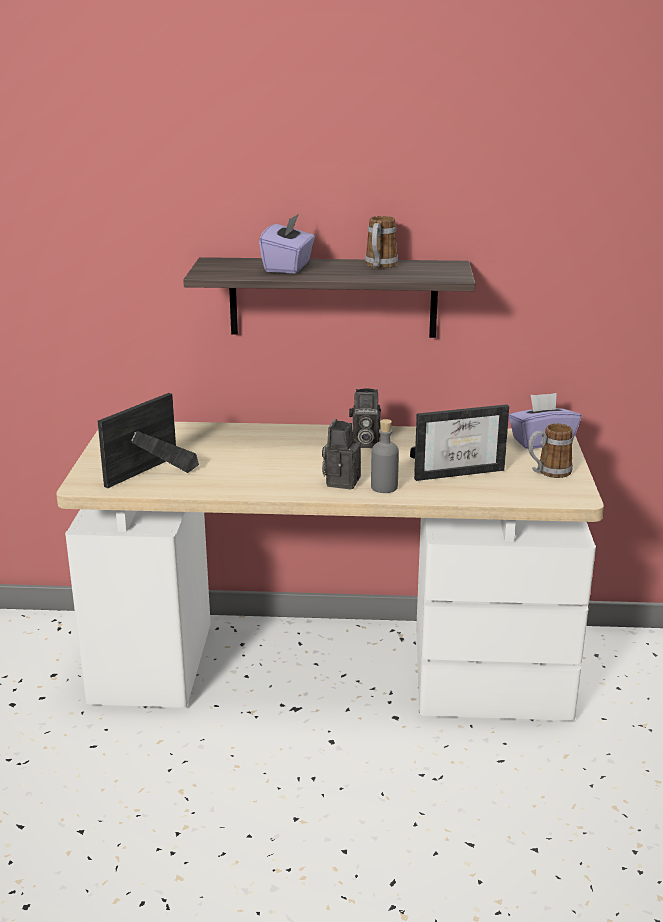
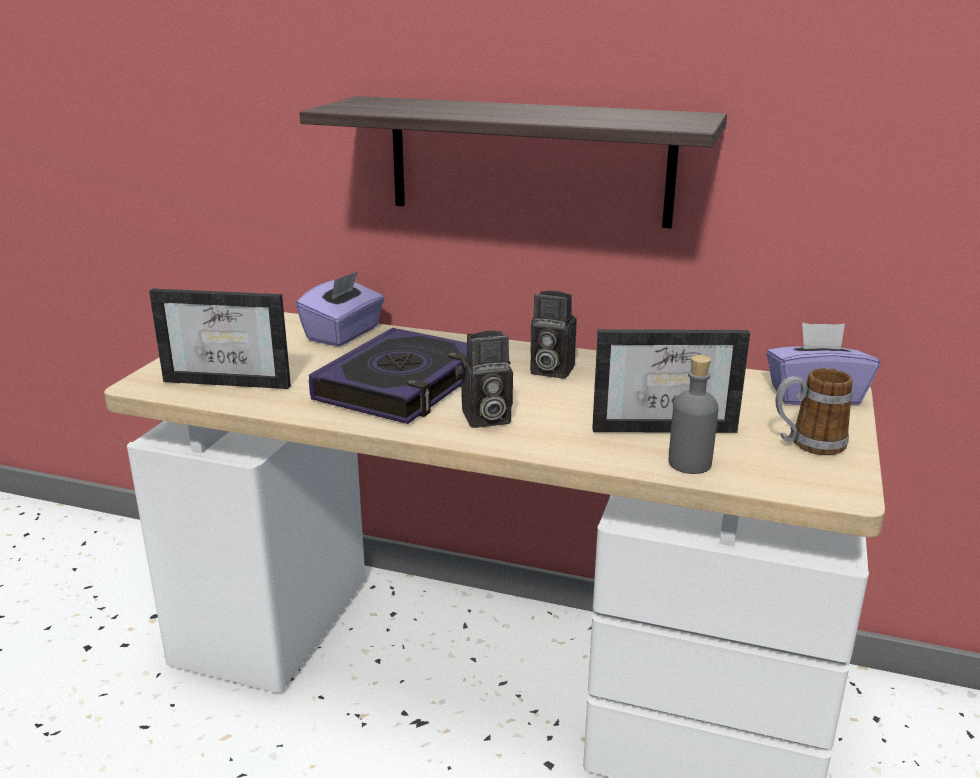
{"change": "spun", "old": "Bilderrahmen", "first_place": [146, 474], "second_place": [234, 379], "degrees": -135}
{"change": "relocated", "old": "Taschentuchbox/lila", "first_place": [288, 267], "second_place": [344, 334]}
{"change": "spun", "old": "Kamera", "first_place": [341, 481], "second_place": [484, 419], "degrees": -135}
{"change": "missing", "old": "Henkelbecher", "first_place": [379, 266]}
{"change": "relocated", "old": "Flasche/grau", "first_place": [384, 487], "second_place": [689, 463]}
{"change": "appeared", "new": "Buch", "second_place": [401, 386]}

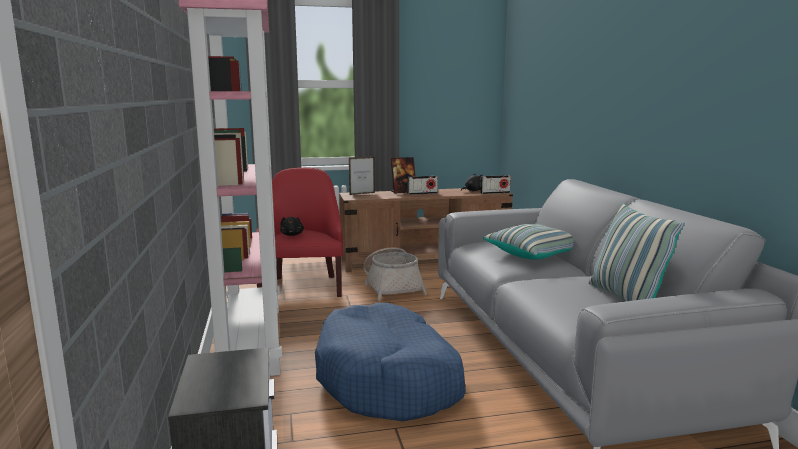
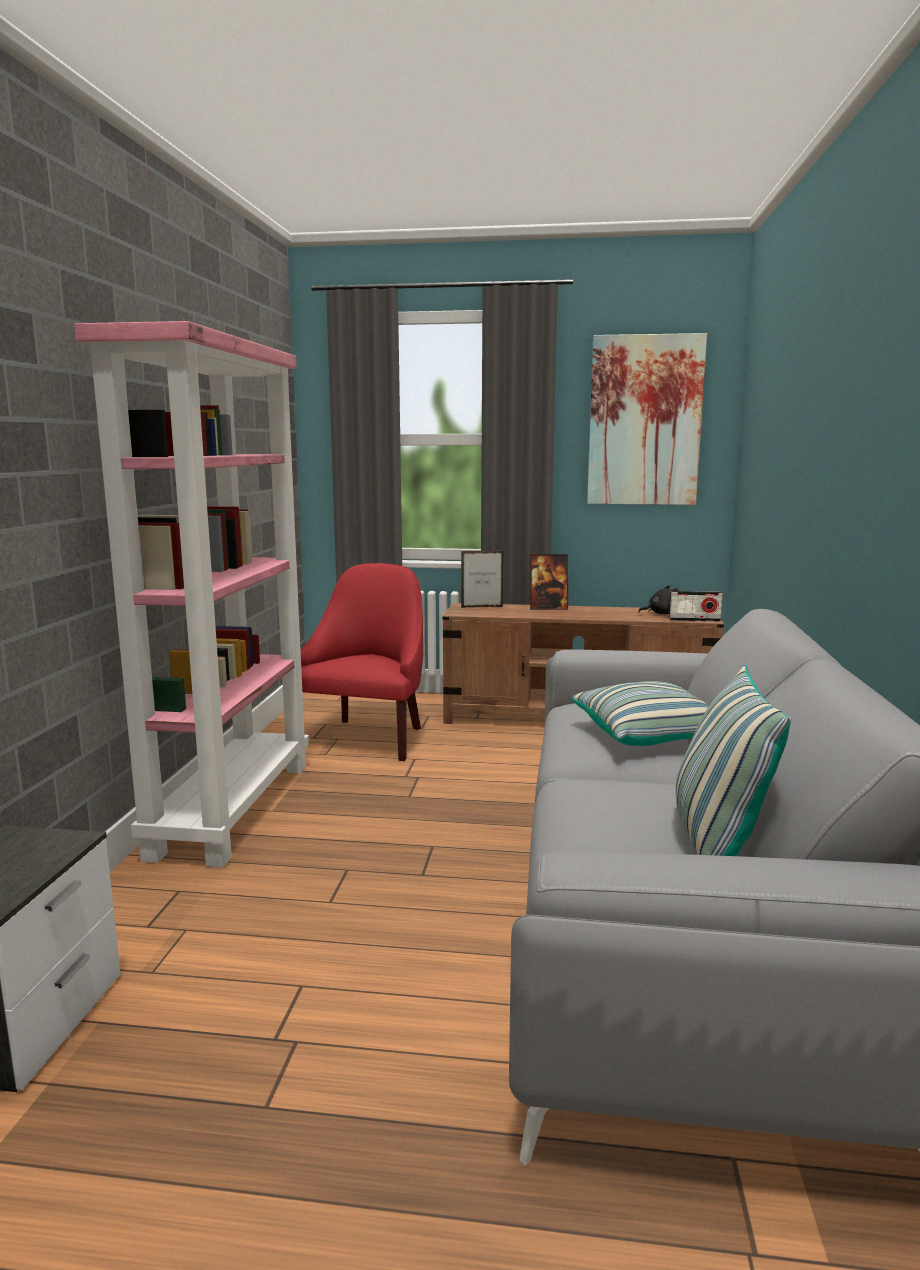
{"change": "missing", "old": "Plüschtier/schwarz", "first_place": [292, 235]}
{"change": "missing", "old": "Hundebett/blau", "first_place": [389, 380]}
{"change": "missing", "old": "Korb", "first_place": [392, 287]}
{"change": "missing", "old": "Radio", "first_place": [422, 193]}
{"change": "appeared", "new": "Bild", "second_place": [644, 421]}

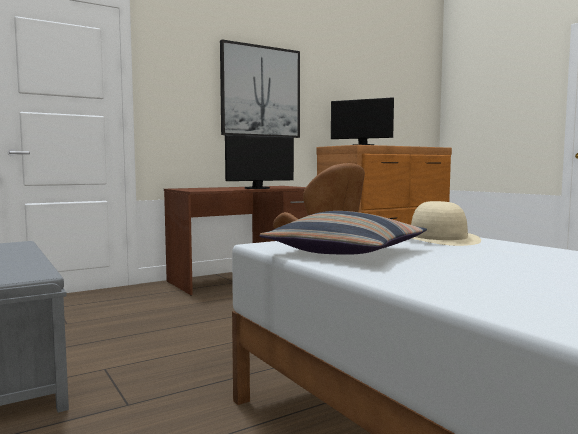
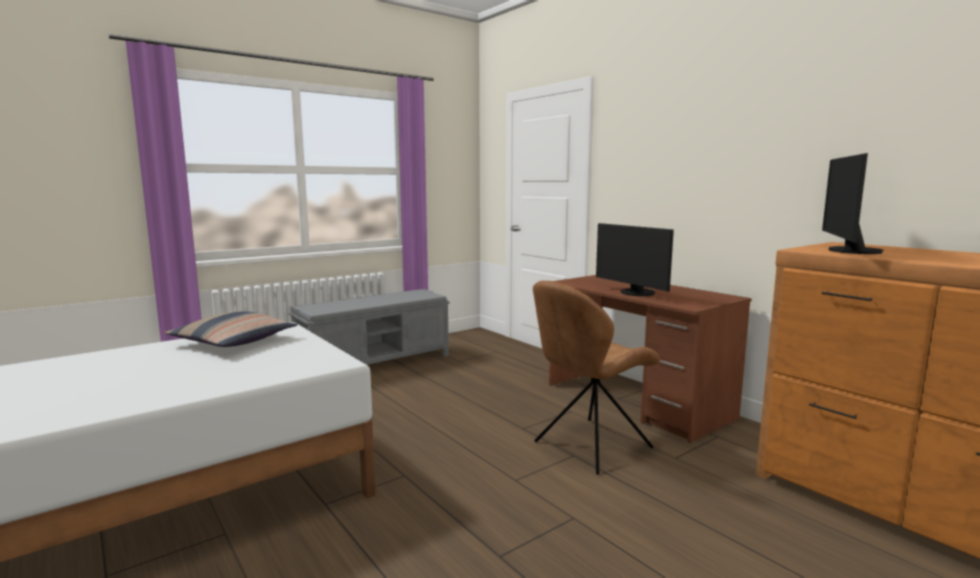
{"change": "missing", "old": "Bild", "first_place": [260, 91]}
{"change": "missing", "old": "Hut/beige", "first_place": [438, 239]}

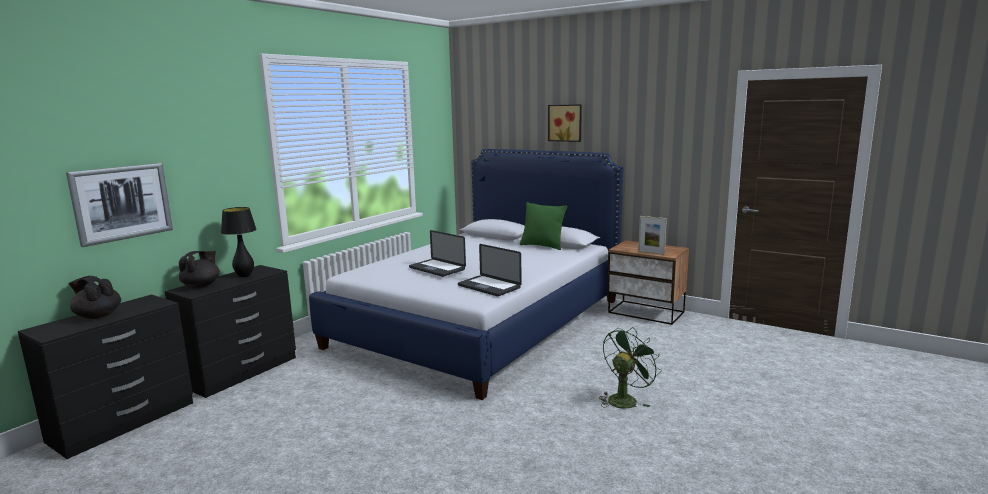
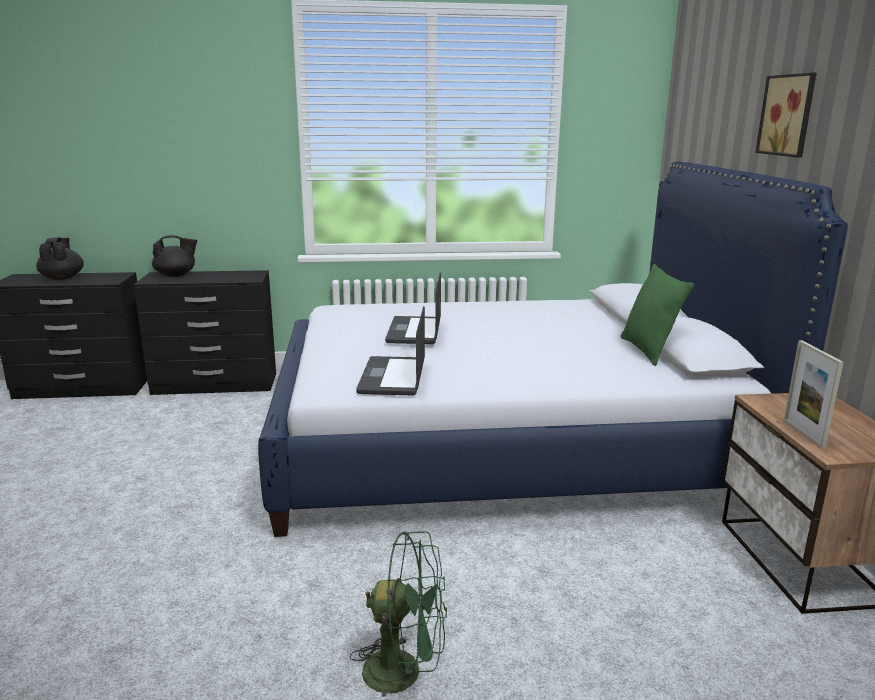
{"change": "missing", "old": "Bild", "first_place": [122, 203]}
{"change": "missing", "old": "Tischlampe/schwarz", "first_place": [244, 276]}

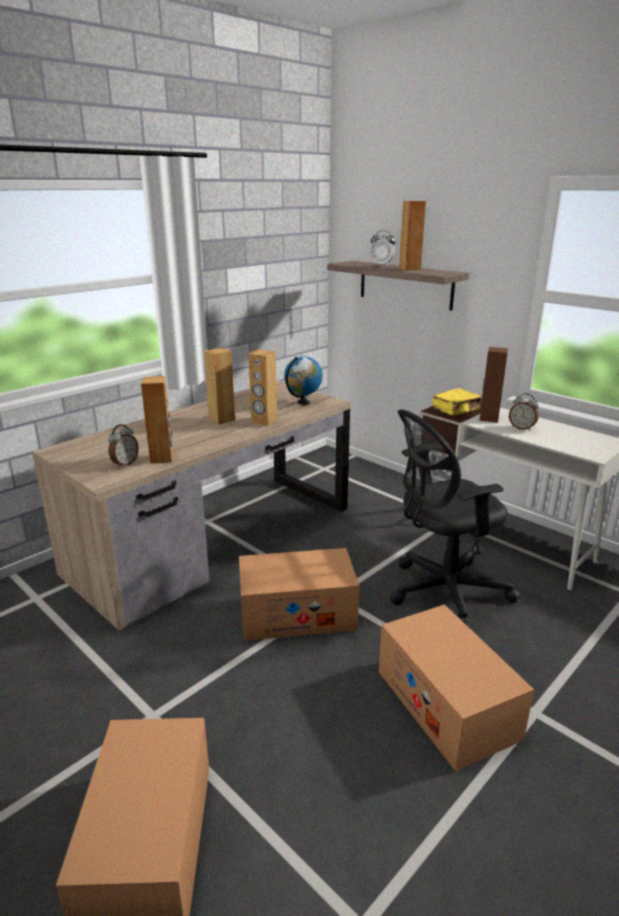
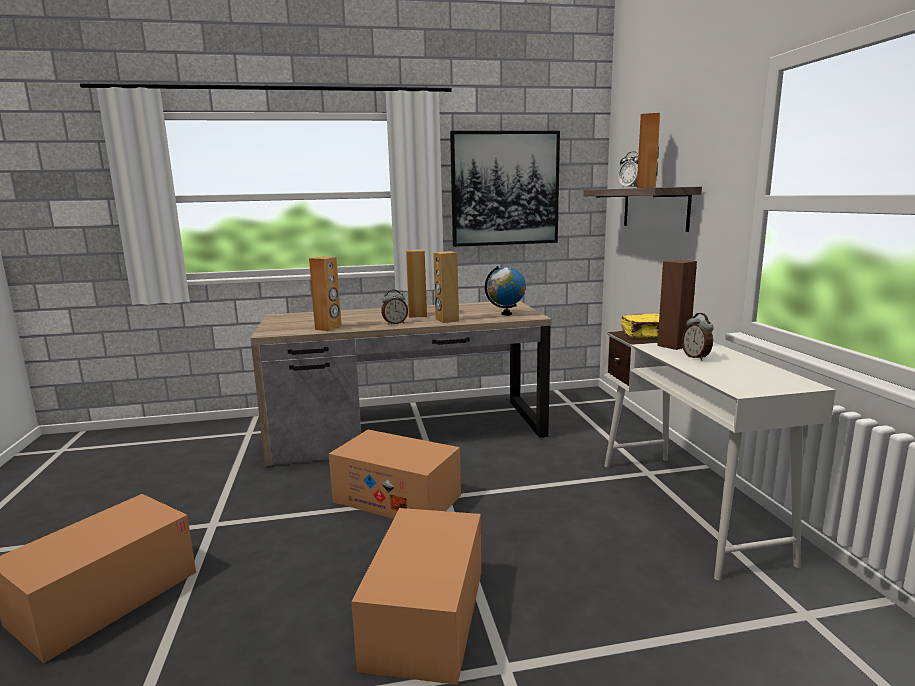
{"change": "relocated", "old": "Wecker", "first_place": [124, 463], "second_place": [395, 323]}
{"change": "missing", "old": "Bürostuhl/schwarz", "first_place": [442, 591]}
{"change": "appeared", "new": "Bild", "second_place": [505, 189]}

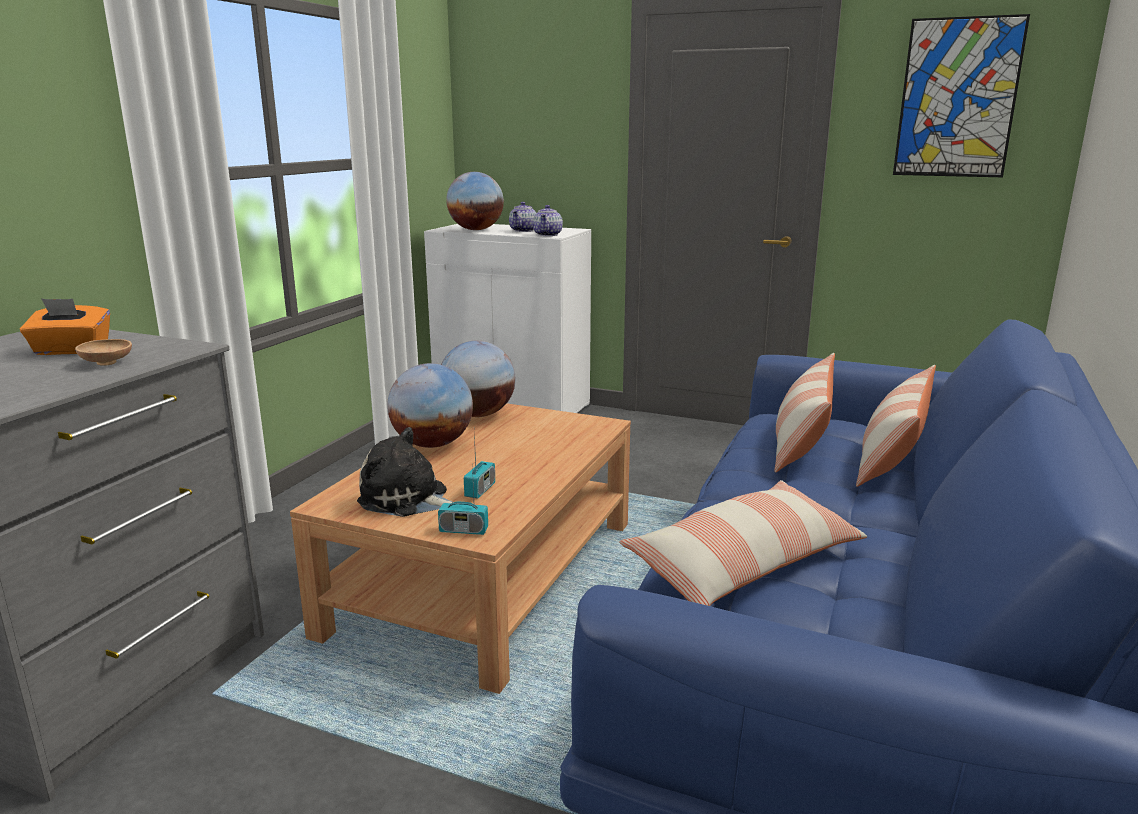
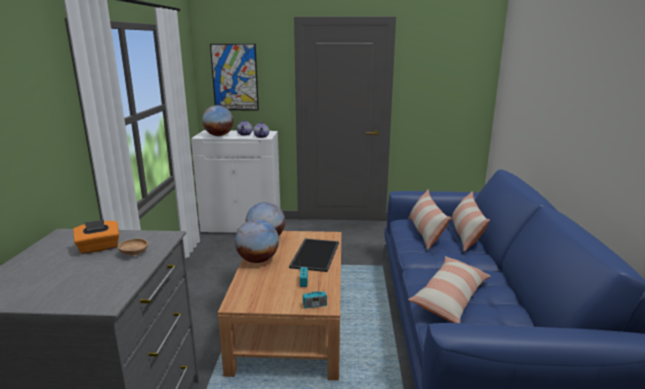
{"change": "missing", "old": "Plüschtier", "first_place": [407, 499]}
{"change": "relocated", "old": "Bild", "first_place": [957, 98], "second_place": [235, 77]}
{"change": "appeared", "new": "Tablett", "second_place": [314, 254]}

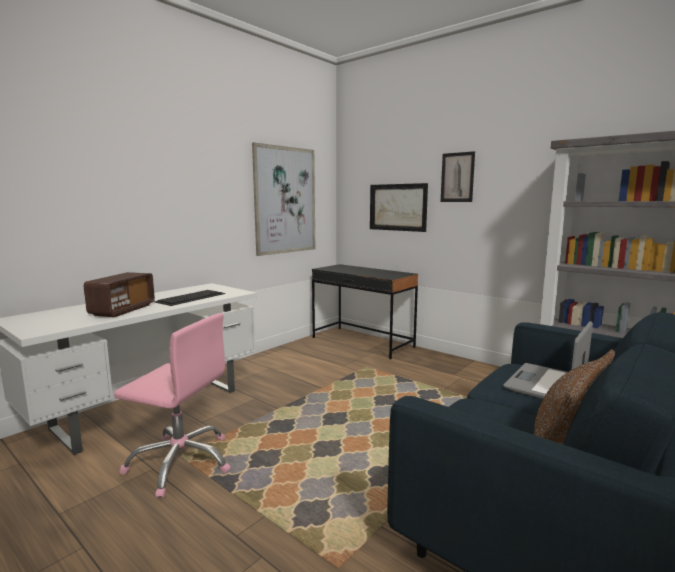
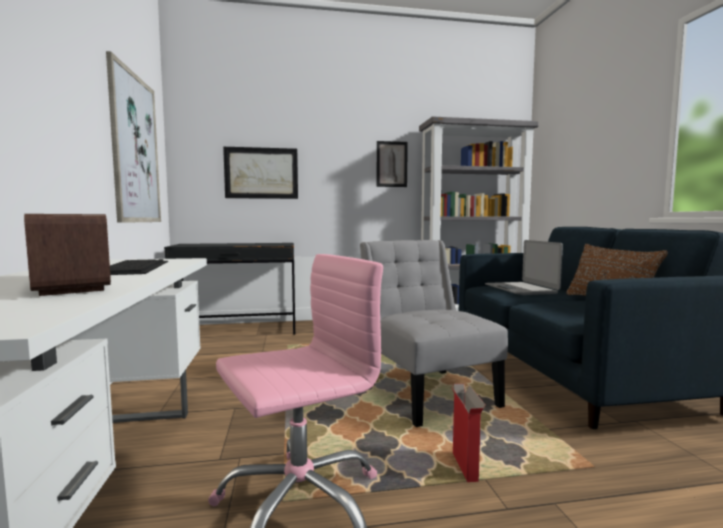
{"change": "relocated", "old": "Bild", "first_place": [457, 177], "second_place": [391, 164]}
{"change": "appeared", "new": "Stuhl/grau", "second_place": [427, 392]}
{"change": "appeared", "new": "Karton", "second_place": [465, 468]}

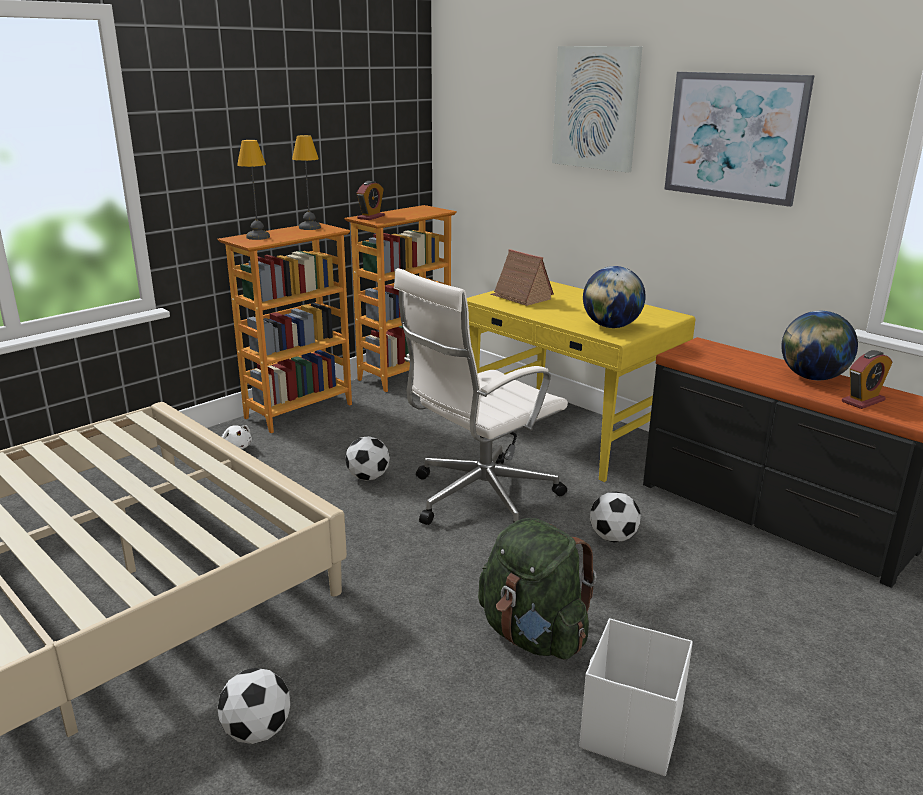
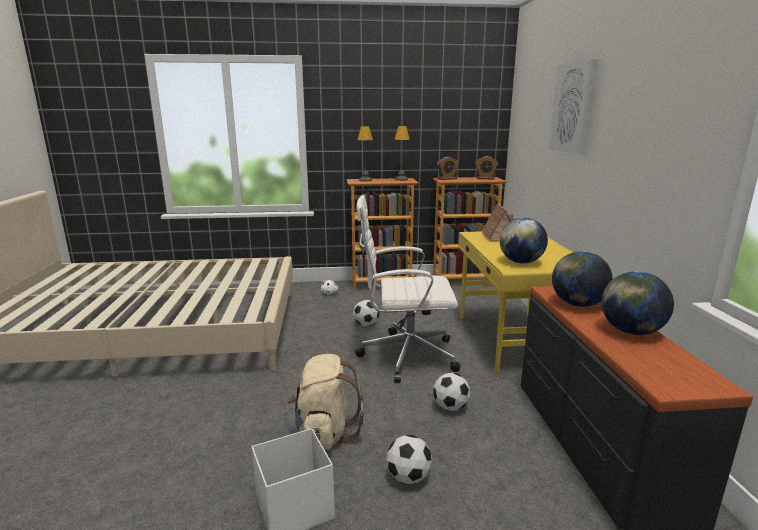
{"change": "relocated", "old": "Fußball", "first_place": [257, 731], "second_place": [408, 477]}
{"change": "colour", "old": "Rucksack/grün", "new": "Rucksack/beige", "first_place": [533, 635], "second_place": [324, 433]}
{"change": "missing", "old": "Bild", "first_place": [734, 137]}
{"change": "relocated", "old": "Wecker", "first_place": [863, 401], "second_place": [485, 178]}
{"change": "appeared", "new": "Globus", "second_place": [577, 304]}

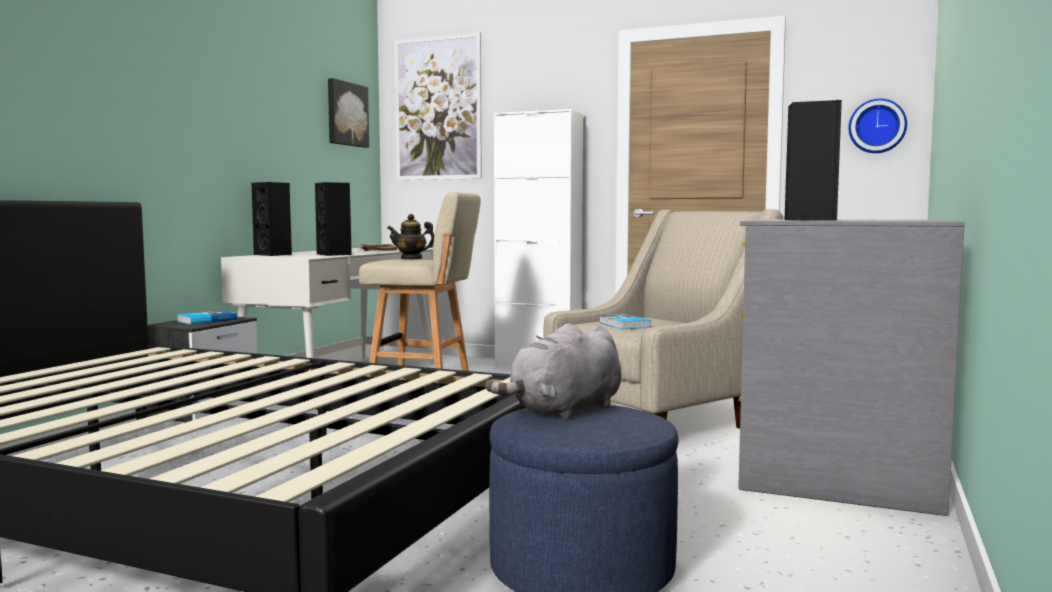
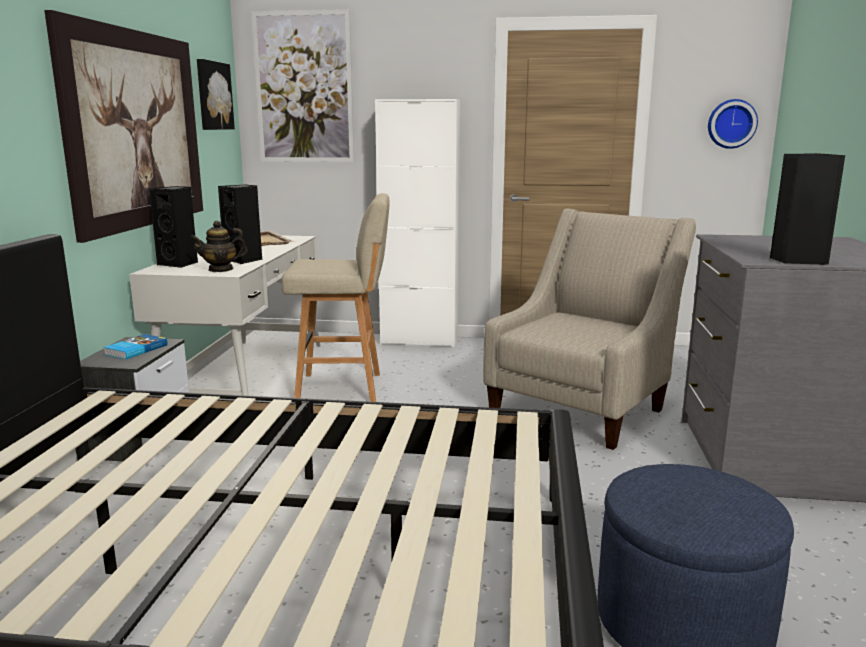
{"change": "relocated", "old": "Teekanne", "first_place": [411, 258], "second_place": [221, 269]}
{"change": "missing", "old": "Plüschtier/grau", "first_place": [564, 411]}
{"change": "missing", "old": "Buch", "first_place": [623, 325]}
{"change": "appeared", "new": "Bild", "second_place": [136, 130]}

